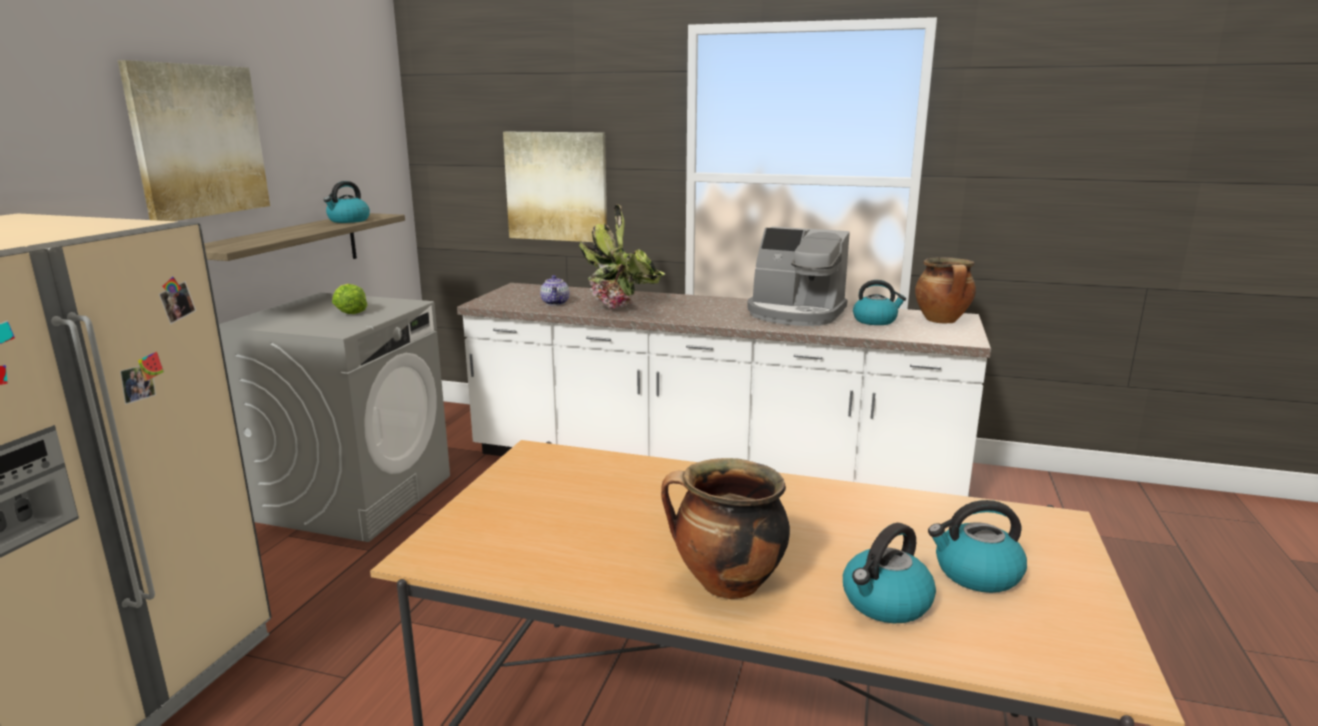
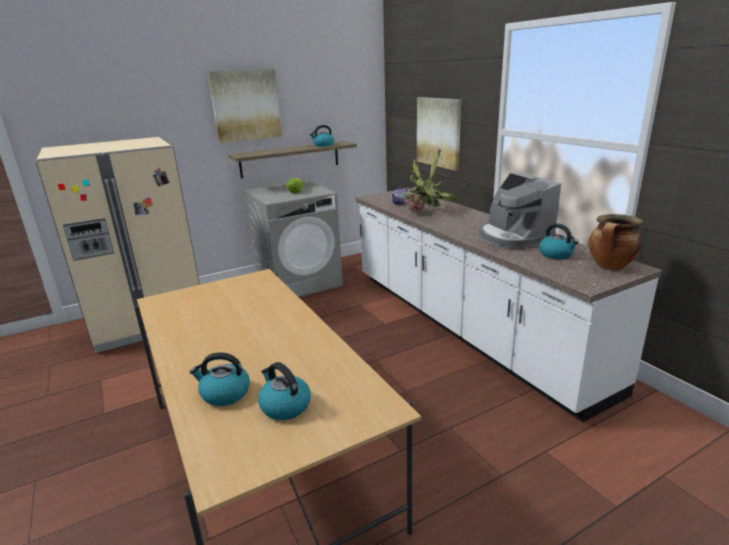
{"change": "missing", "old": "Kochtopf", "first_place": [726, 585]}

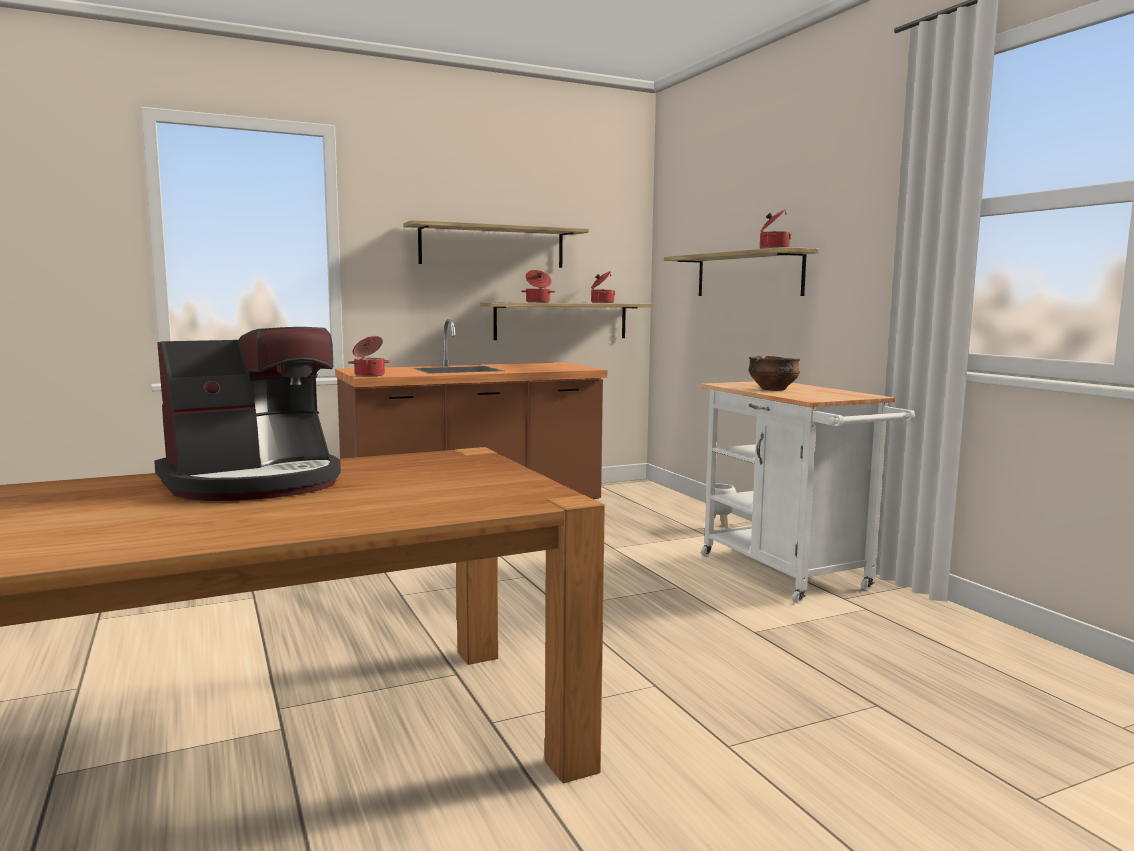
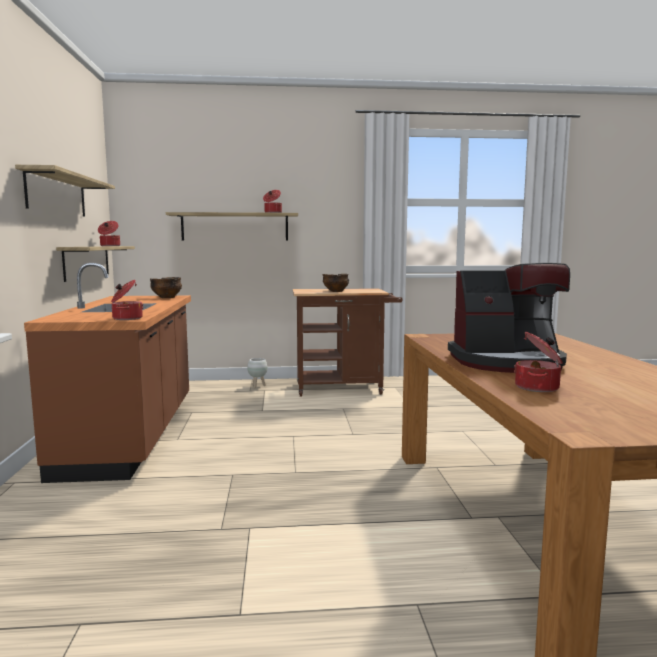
{"change": "spun", "old": "Kaffeemaschine", "first_place": [255, 483], "second_place": [507, 362], "degrees": 105}
{"change": "relocated", "old": "Kochtopf", "first_place": [538, 302], "second_place": [538, 387]}
{"change": "colour", "old": "Rollwagen/weiß", "new": "Rollwagen/braun", "first_place": [791, 575], "second_place": [345, 388]}
{"change": "appeared", "new": "Schüssel", "second_place": [167, 297]}

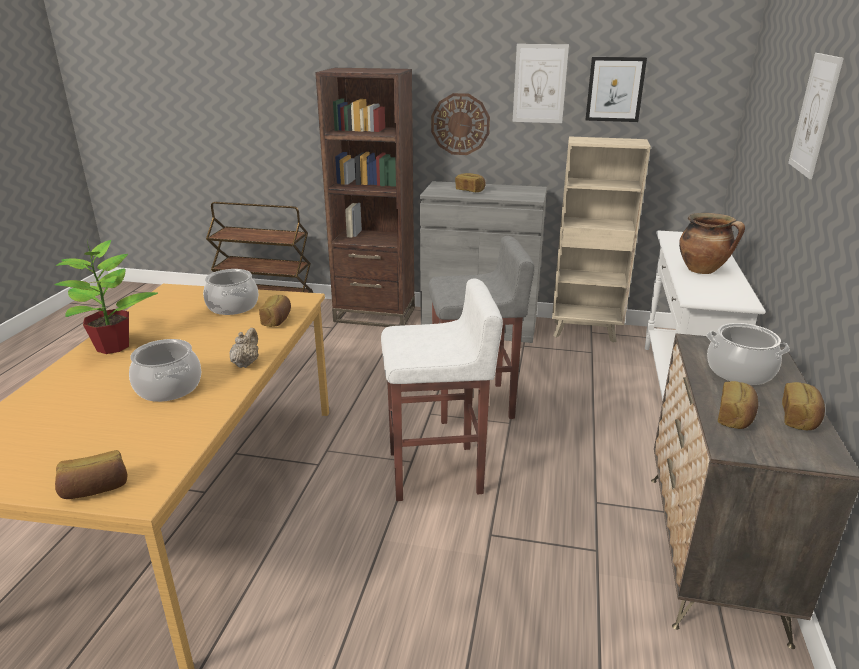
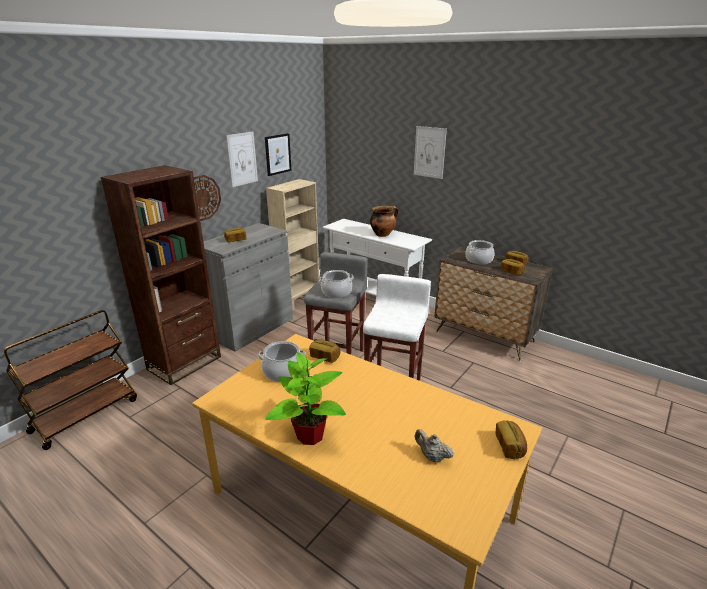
{"change": "relocated", "old": "Kochtopf", "first_place": [169, 387], "second_place": [336, 292]}
{"change": "relocated", "old": "Teekanne/beige", "first_place": [246, 363], "second_place": [432, 456]}

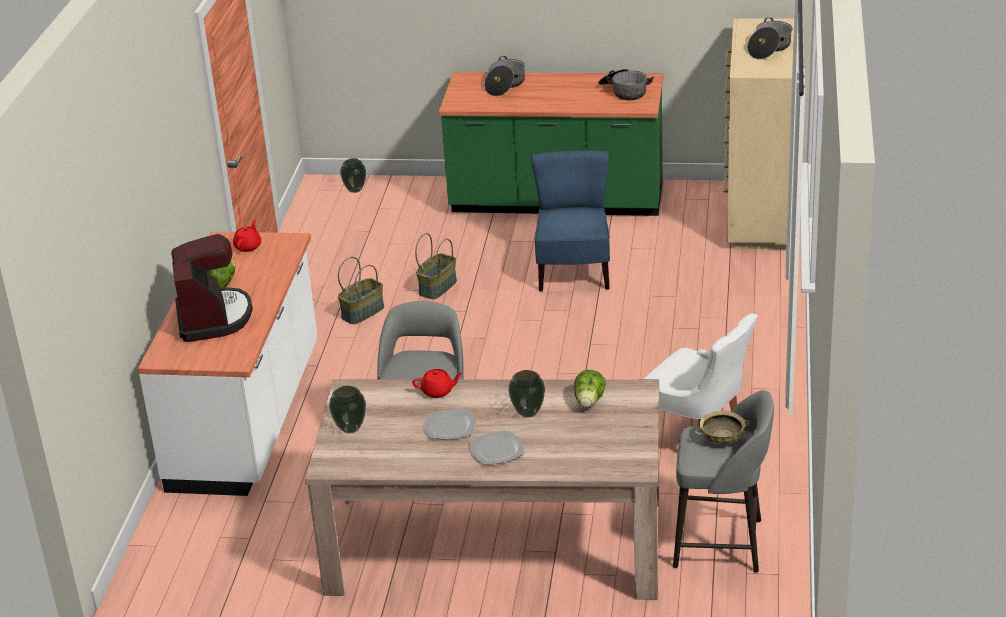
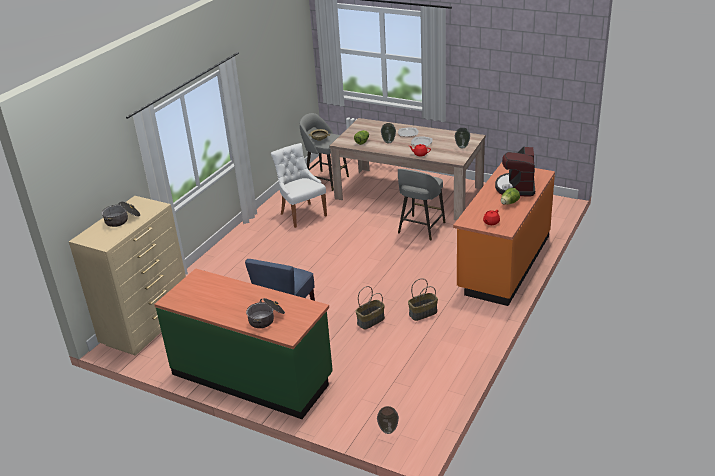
{"change": "colour", "old": "Küchenzeile/weiß", "new": "Küchenzeile/orange", "first_place": [248, 418], "second_place": [503, 263]}
{"change": "missing", "old": "Kochtopf", "first_place": [624, 92]}

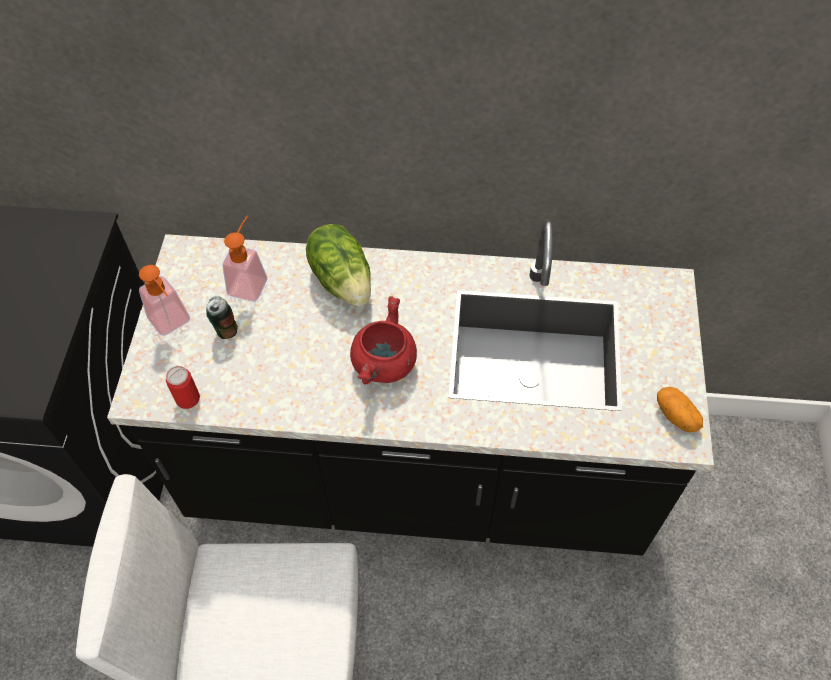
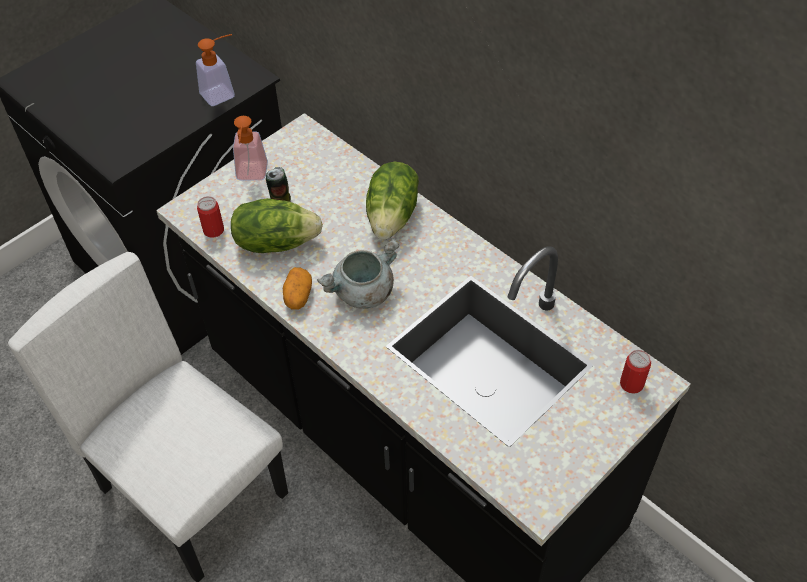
{"change": "relocated", "old": "Seifenspender", "first_place": [250, 281], "second_place": [223, 93]}
{"change": "colour", "old": "Kochtopf/rot", "new": "Kochtopf/grau", "first_place": [384, 365], "second_place": [363, 293]}
{"change": "relocated", "old": "Kartoffel", "first_place": [676, 416], "second_place": [298, 296]}
{"change": "appeared", "new": "Salatkopf", "second_place": [276, 242]}
{"change": "appeared", "new": "Dose", "second_place": [631, 384]}

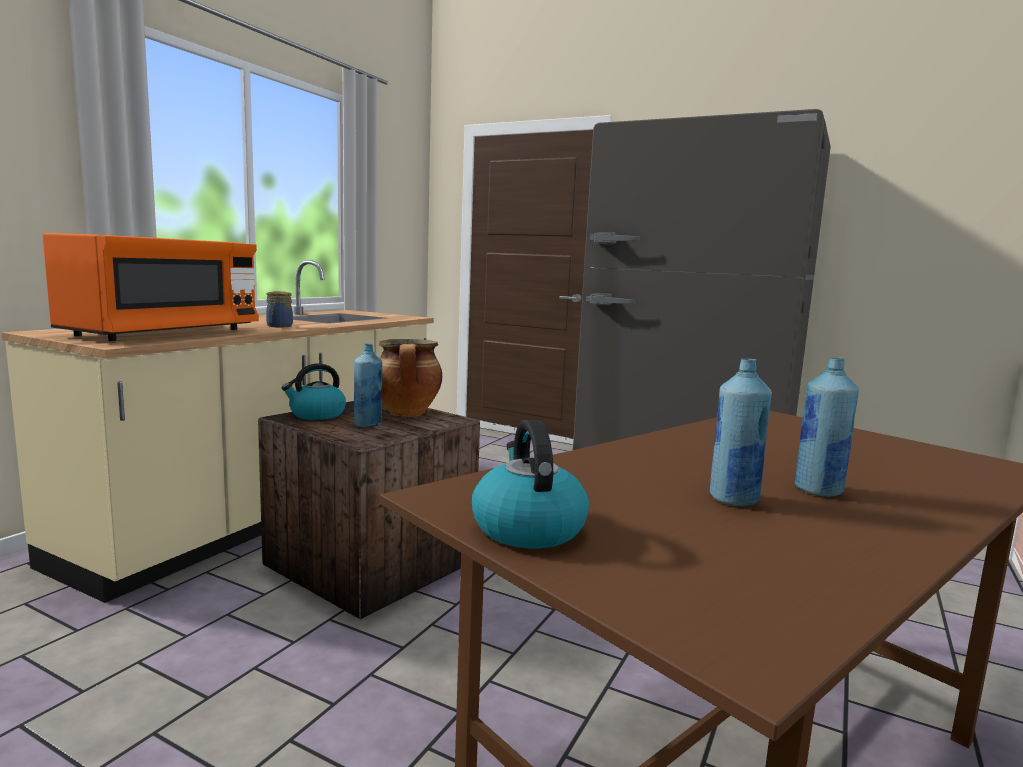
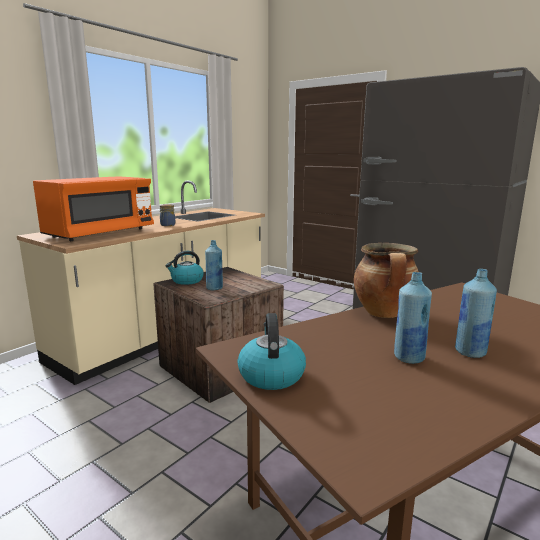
{"change": "relocated", "old": "Kochtopf", "first_place": [408, 414], "second_place": [384, 313]}

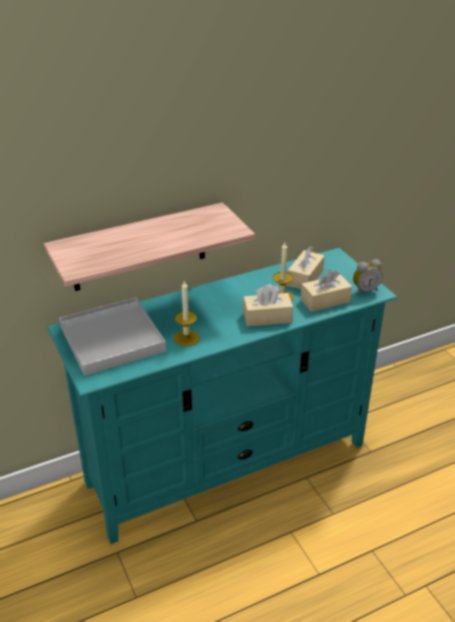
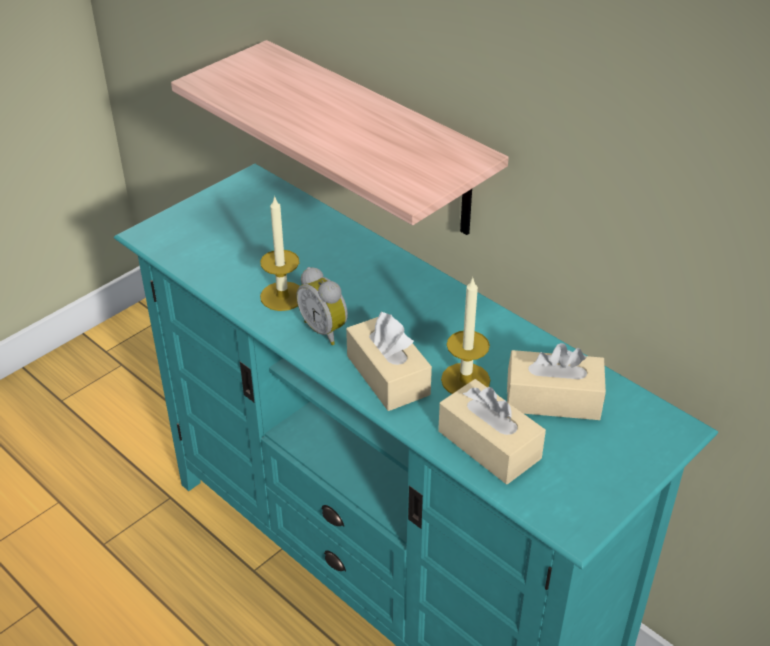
{"change": "missing", "old": "Tablett/weiß", "first_place": [112, 339]}
{"change": "relocated", "old": "Wecker", "first_place": [364, 290], "second_place": [326, 330]}

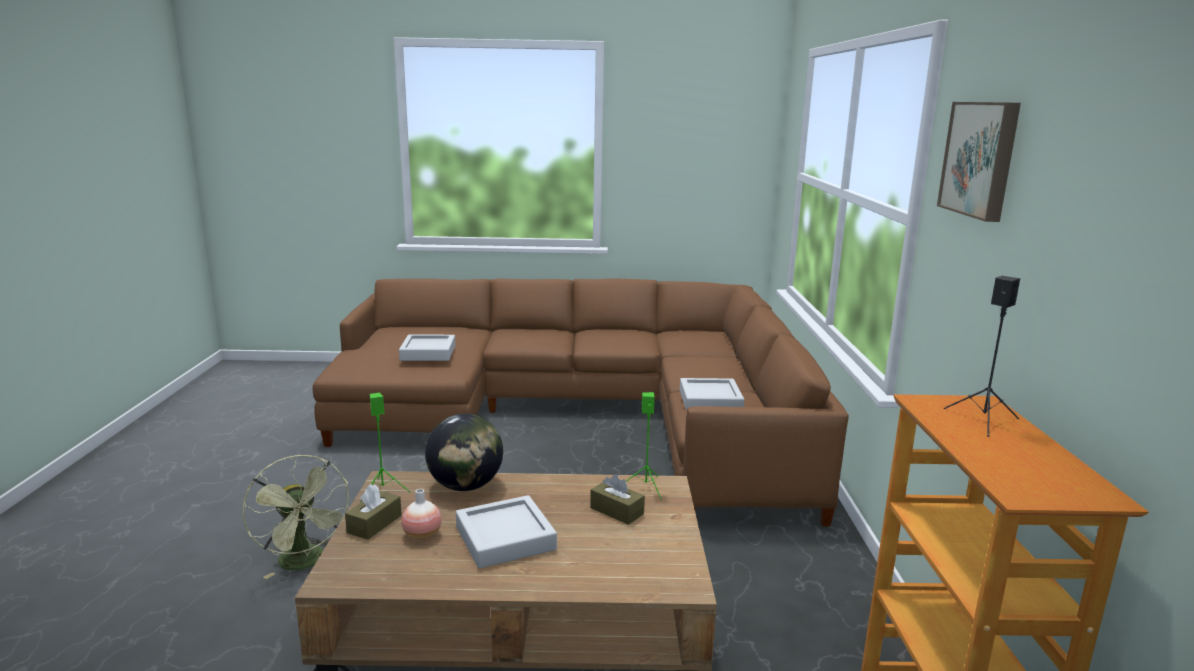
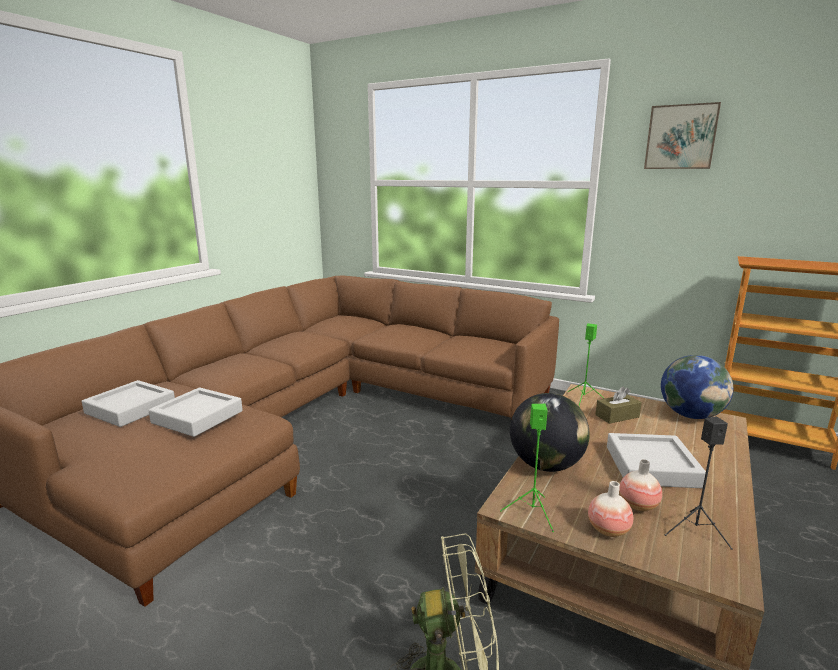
{"change": "exchanged", "old": "Taschentuchbox/braun", "new": "Vase", "first_place": [374, 524], "second_place": [608, 530]}
{"change": "relocated", "old": "Tablett/grau", "first_place": [710, 400], "second_place": [131, 408]}
{"change": "relocated", "old": "Lautsprecher/schwarz", "first_place": [983, 420], "second_place": [694, 530]}
{"change": "appeared", "new": "Globus", "second_place": [690, 415]}

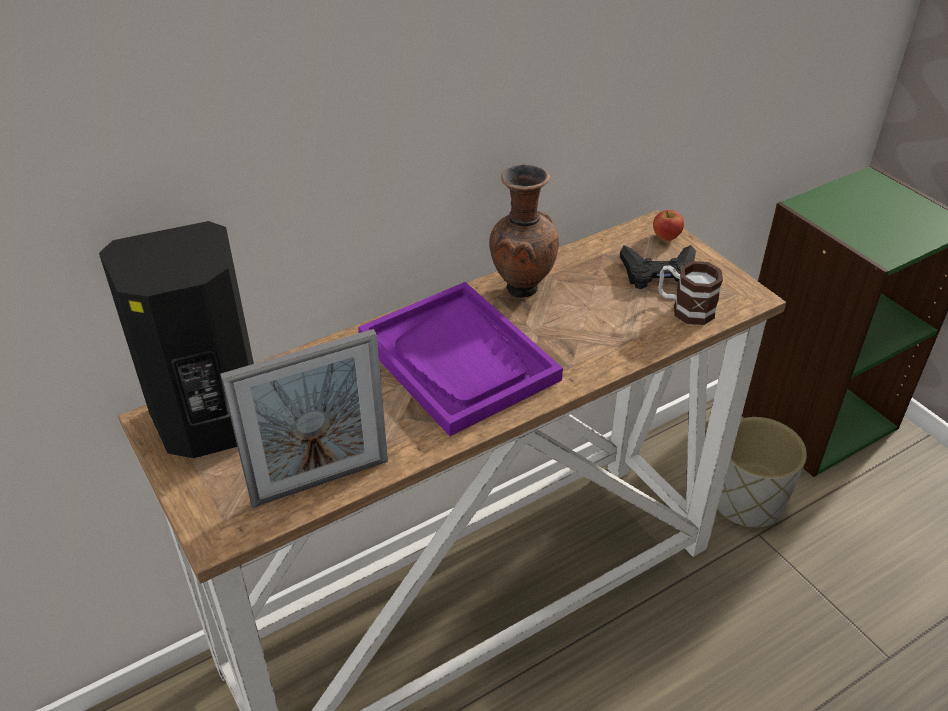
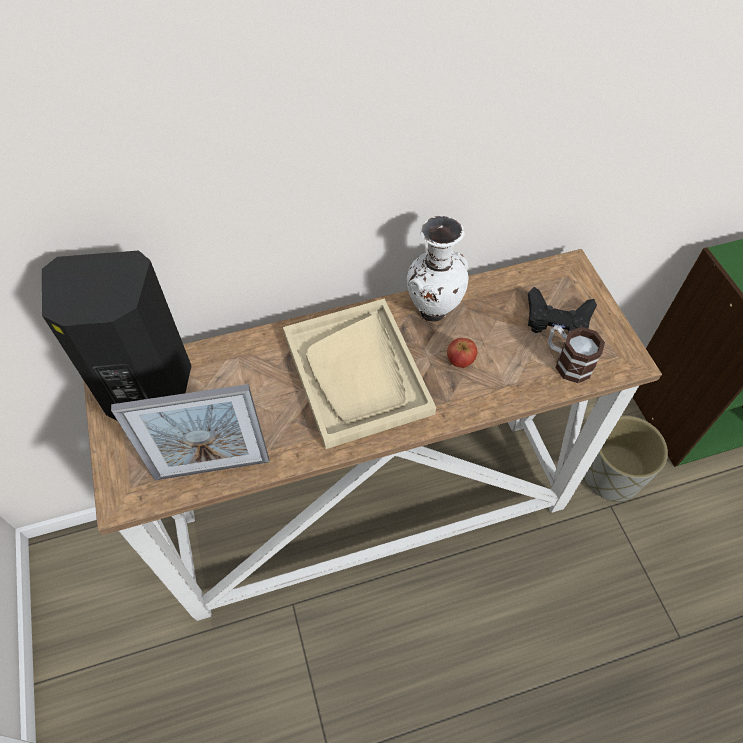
{"change": "colour", "old": "Tablett/lila", "new": "Tablett/beige", "first_place": [459, 359], "second_place": [357, 373]}
{"change": "colour", "old": "Vase/braun", "new": "Vase/weiß", "first_place": [521, 288], "second_place": [432, 310]}
{"change": "relocated", "old": "Apfel", "first_place": [666, 237], "second_place": [460, 361]}

